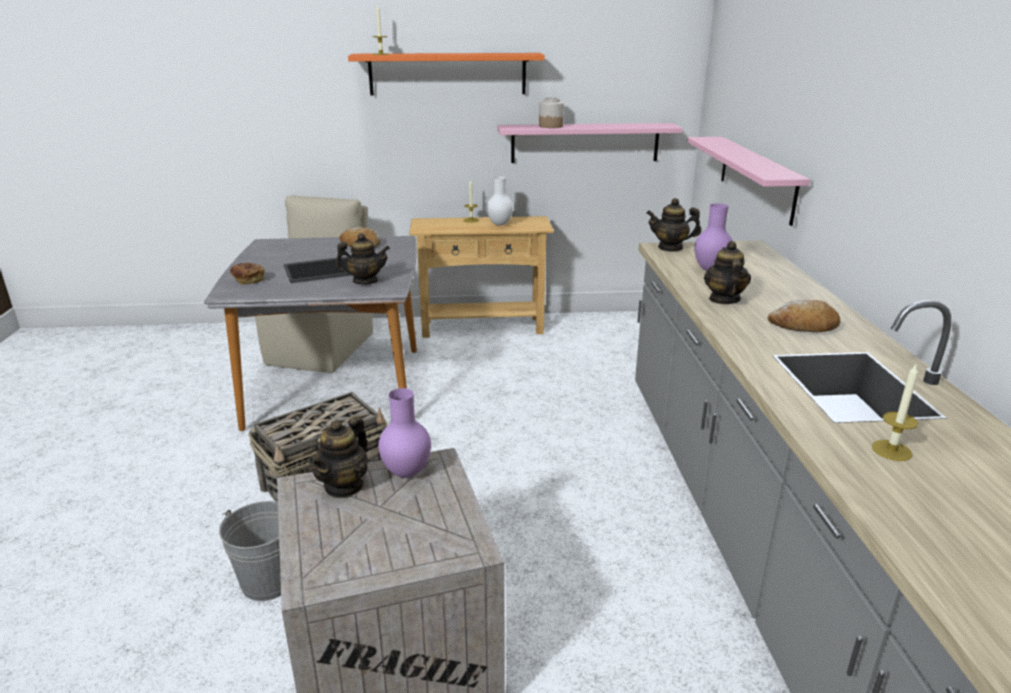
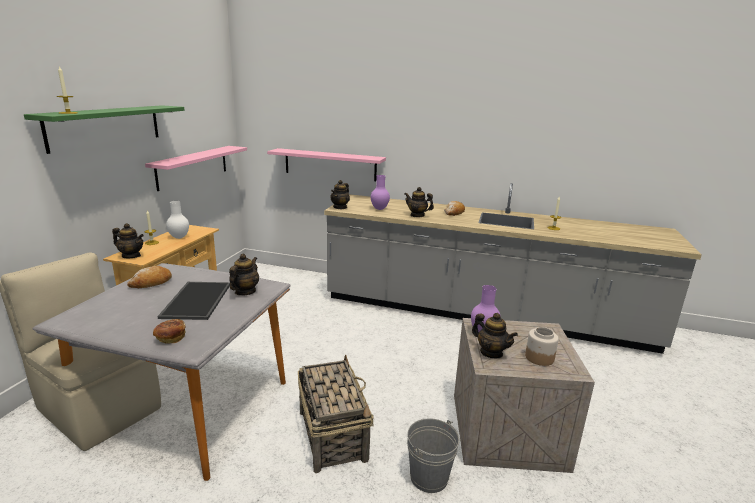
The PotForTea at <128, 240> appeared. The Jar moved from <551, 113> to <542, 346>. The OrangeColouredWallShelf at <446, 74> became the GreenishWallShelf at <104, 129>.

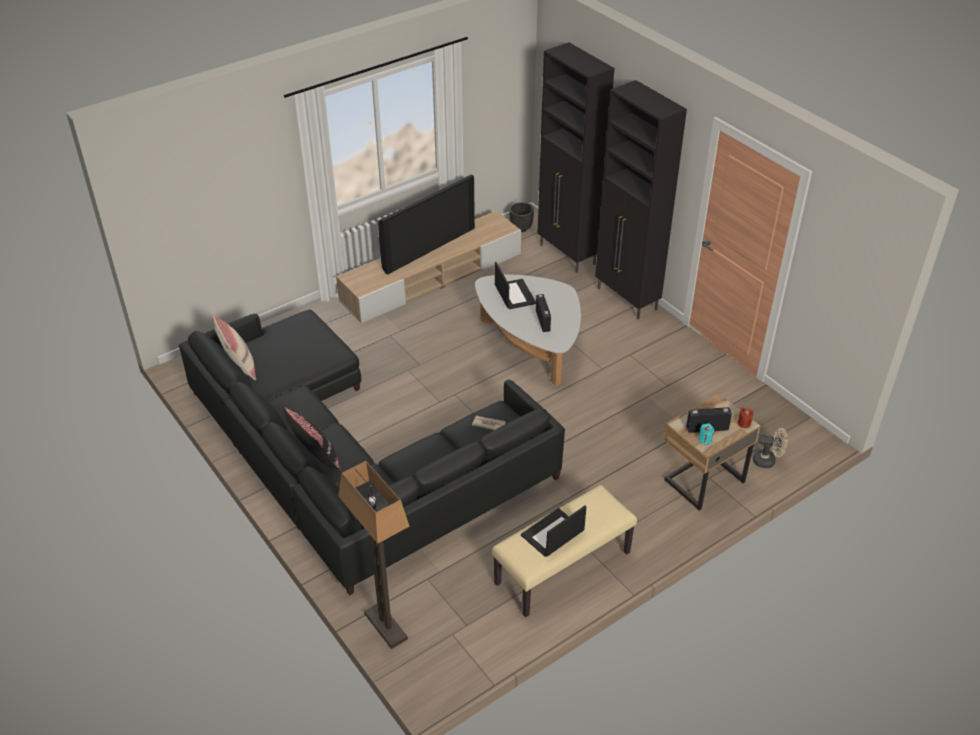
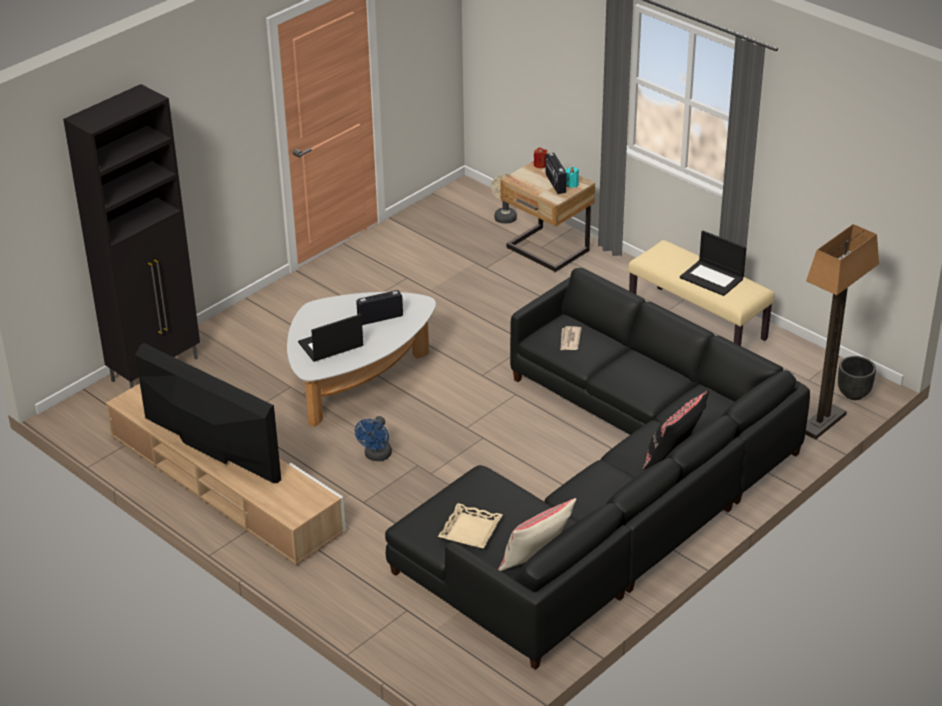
The BlackishStorageCabinet at <641, 199> disappeared. The BlueColouredCoolingFan at <373, 438> appeared. The BeigeCarryingTray at <470, 526> appeared. The BlackishPlantPot moved from <521, 217> to <857, 378>.

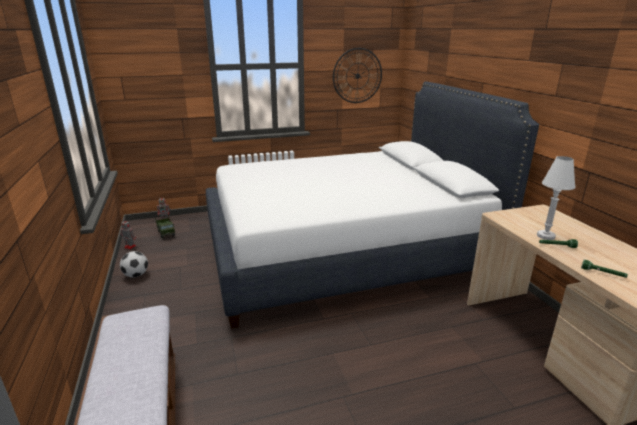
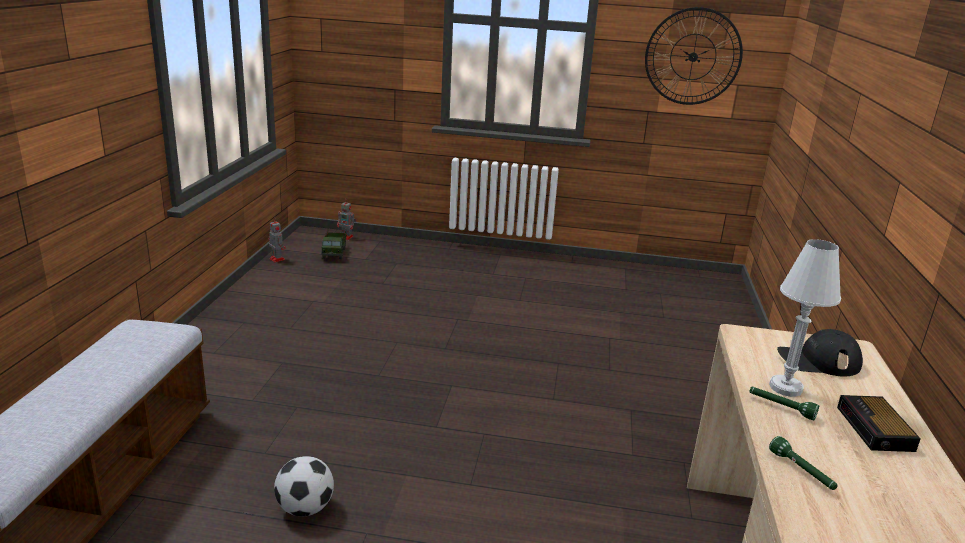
The WhiteColouredSleepingBed at <372, 205> disappeared. The BlackishBaseballCap at <820, 352> appeared. The AlarmClock at <879, 423> appeared. The FootballBall moved from <134, 264> to <304, 486>.

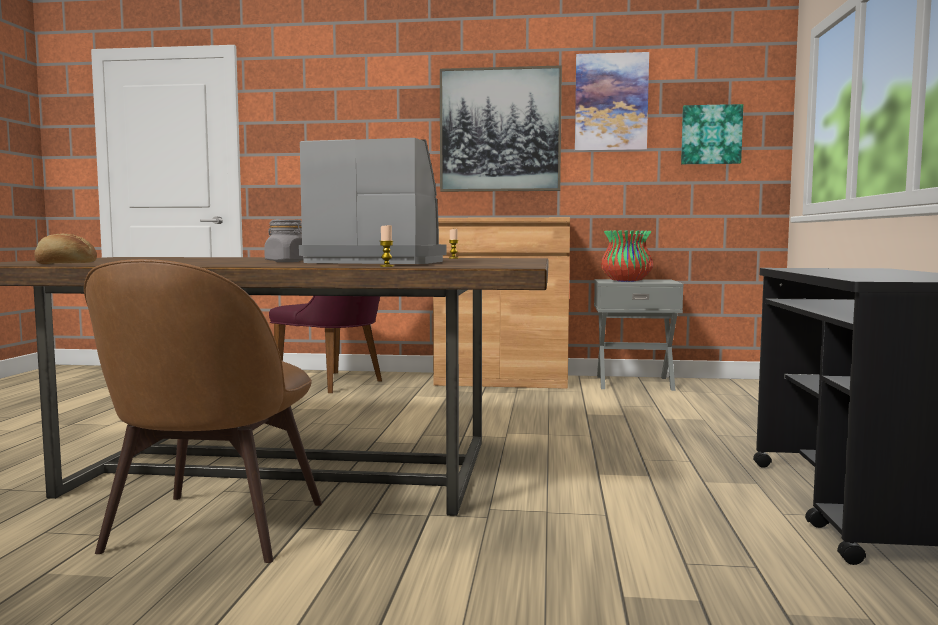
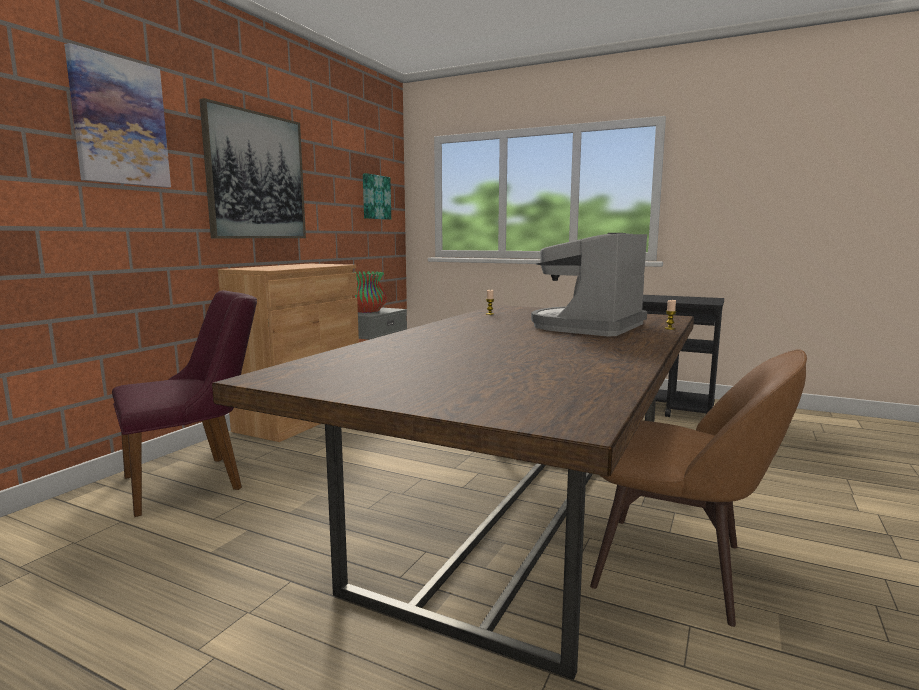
The BakedBread at <65, 249> disappeared. The GrayJar at <283, 241> disappeared. The WallArt moved from <612, 101> to <117, 115>.

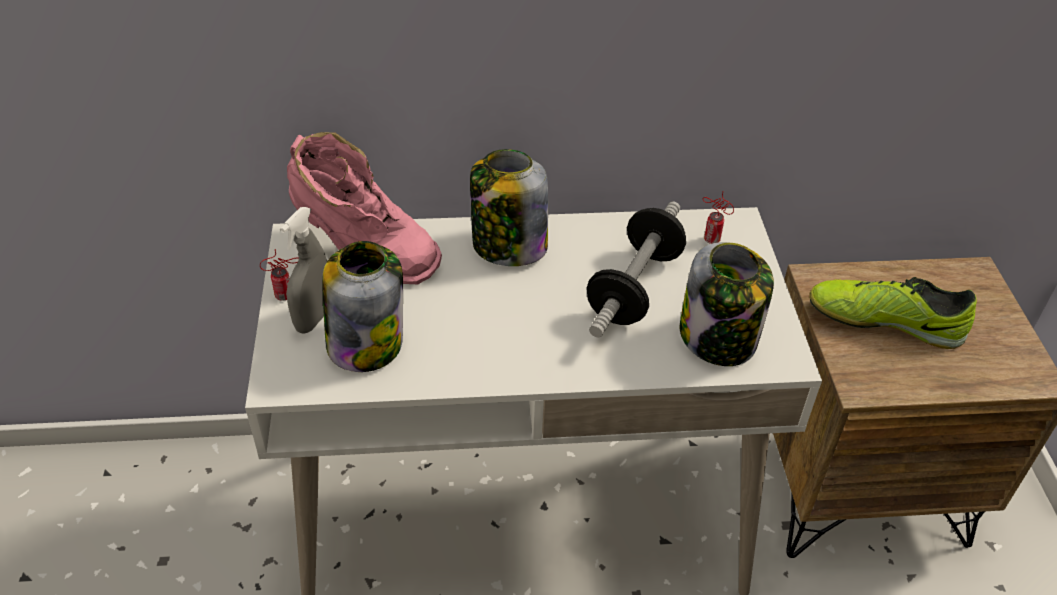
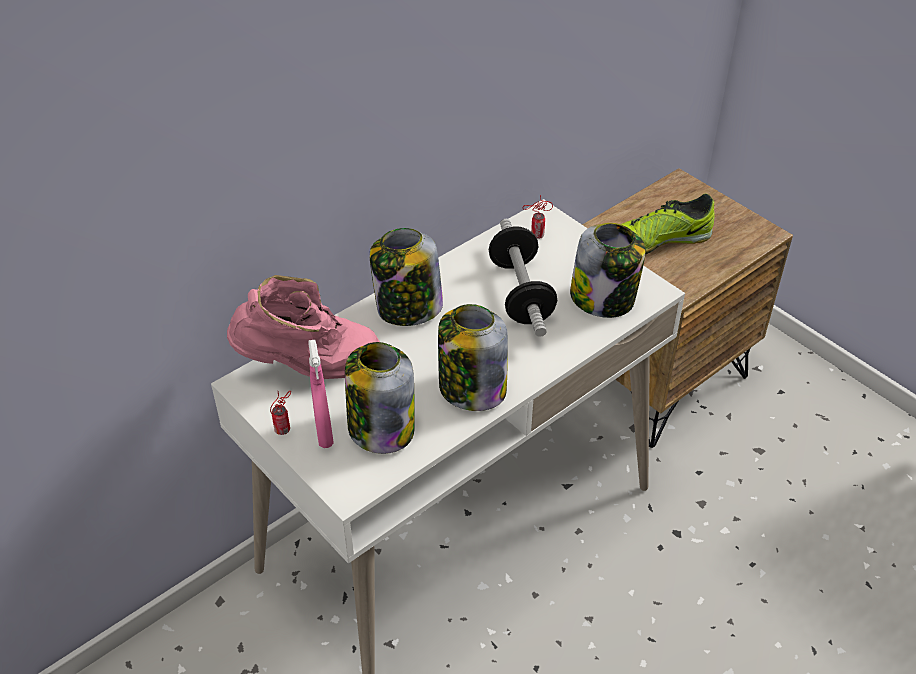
The Jar at <473, 357> appeared. The GraySprayer at <303, 270> became the PinkColouredSprayer at <321, 394>.

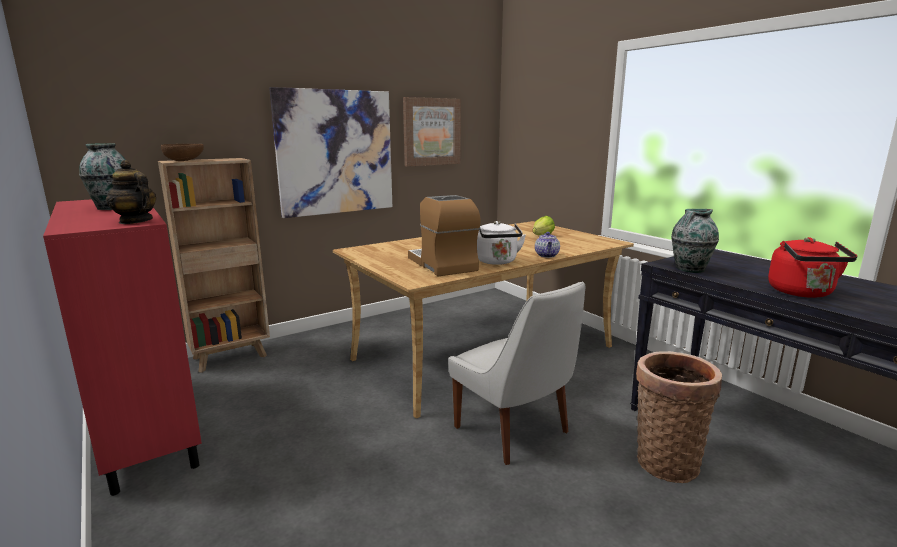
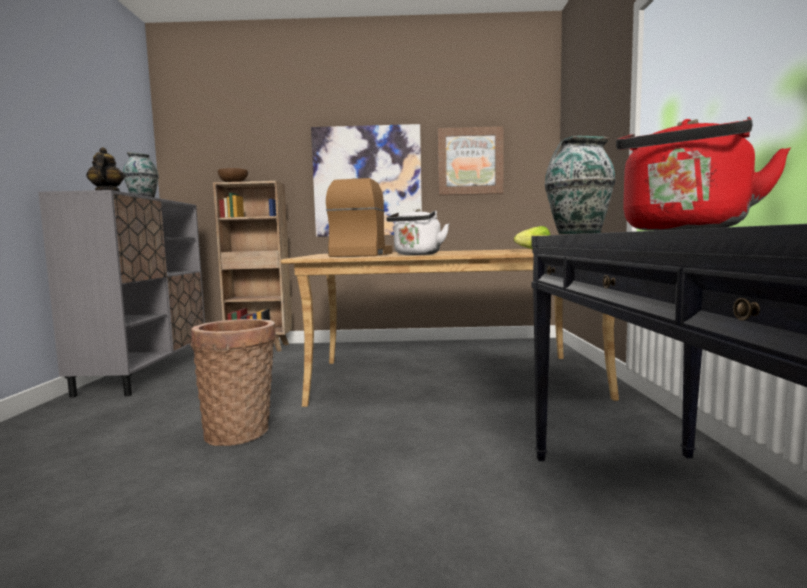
The WhiteColouredUprightChair at <516, 373> disappeared. The PotForTea at <547, 245> disappeared. The Basket moved from <679, 417> to <233, 382>. The RedStorageCabinet at <122, 347> became the GrayStorageCabinet at <121, 294>.

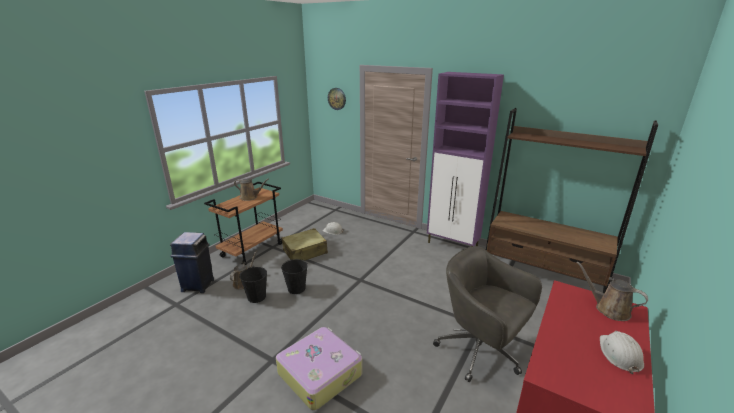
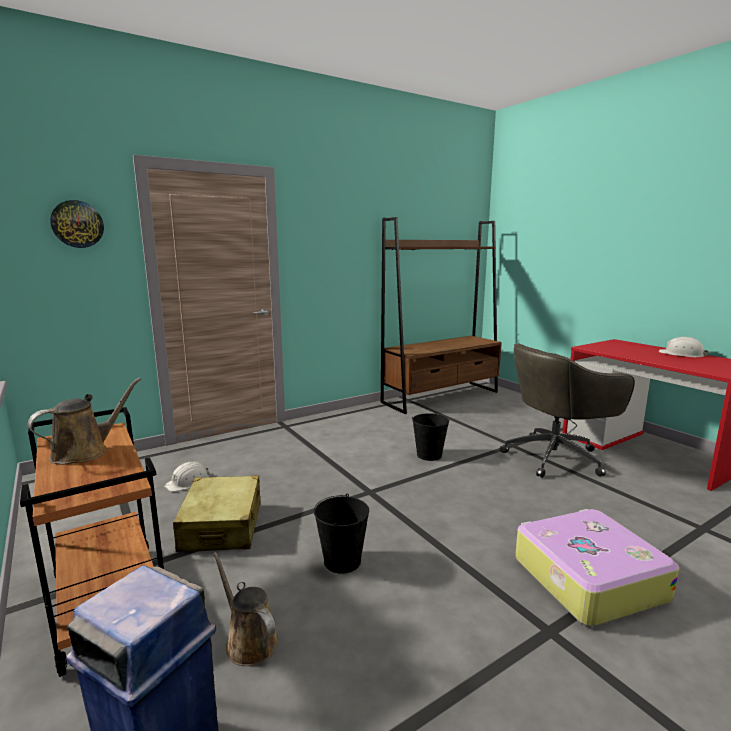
The PurpleColouredStorageCabinet at <465, 159> disappeared. The BrownishWateringCan at <612, 291> disappeared. The BlackishWaterBucket moved from <253, 285> to <431, 437>.

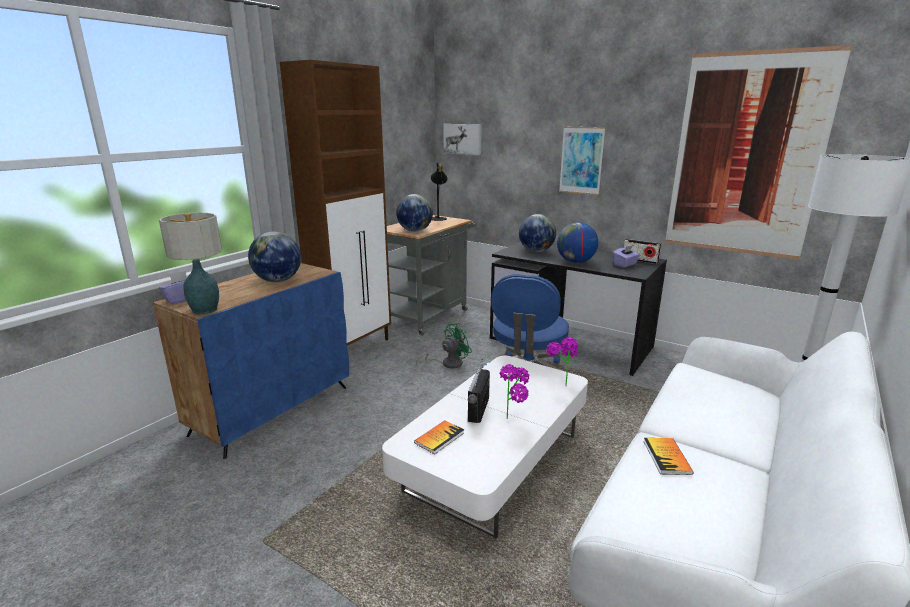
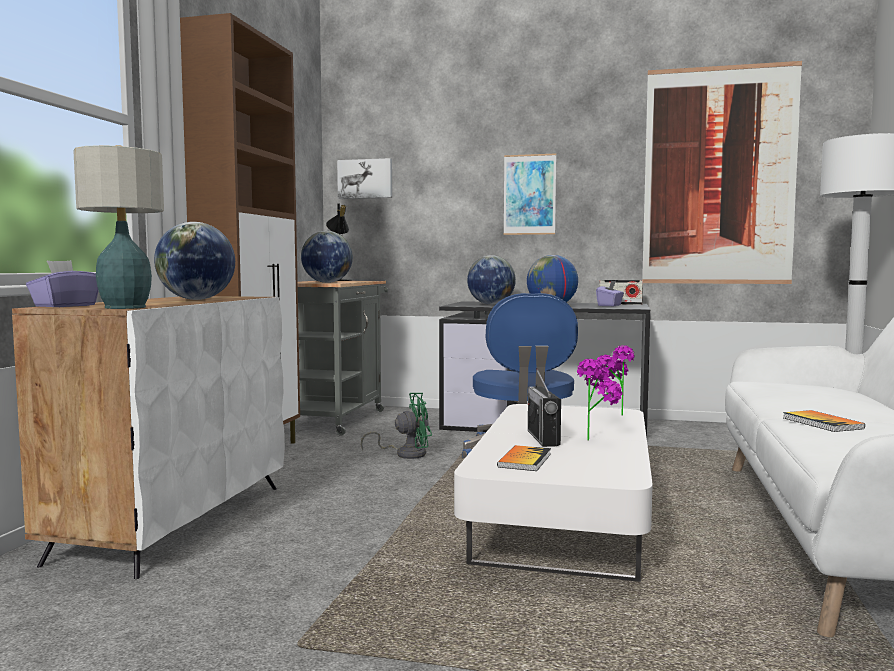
The BlueColouredStorageCabinet at <251, 361> became the WhiteColouredStorageCabinet at <148, 437>. The GreenishCoolingFan at <444, 346> turned 45 degrees clockwise.

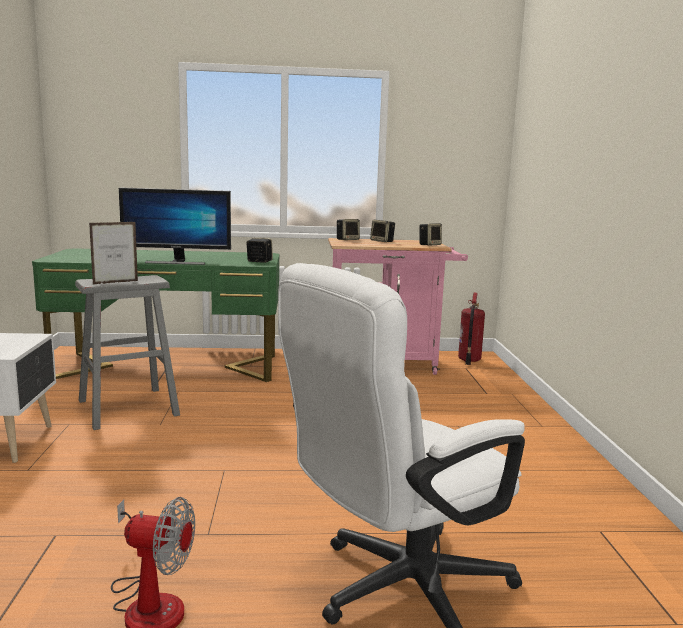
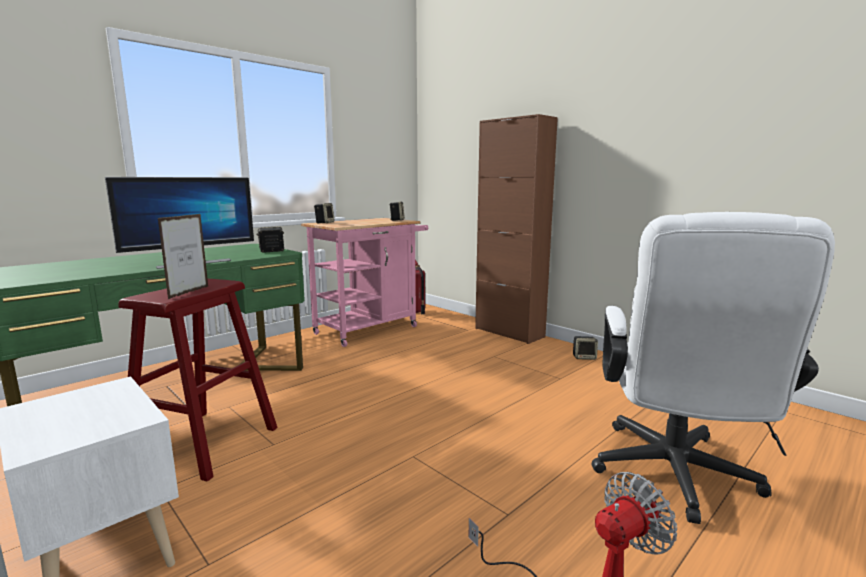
The BrownishStorageCabinet at <516, 229> appeared. The AudioSpeaker moved from <382, 231> to <585, 348>. The GraySittingStool at <127, 352> became the RedSittingStool at <197, 380>.

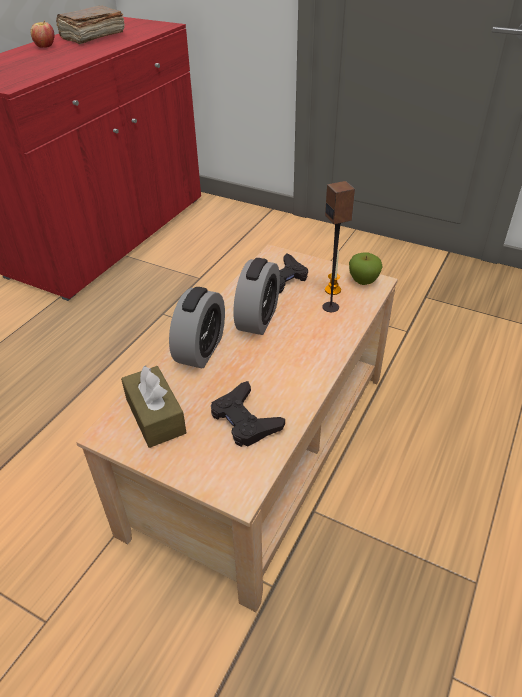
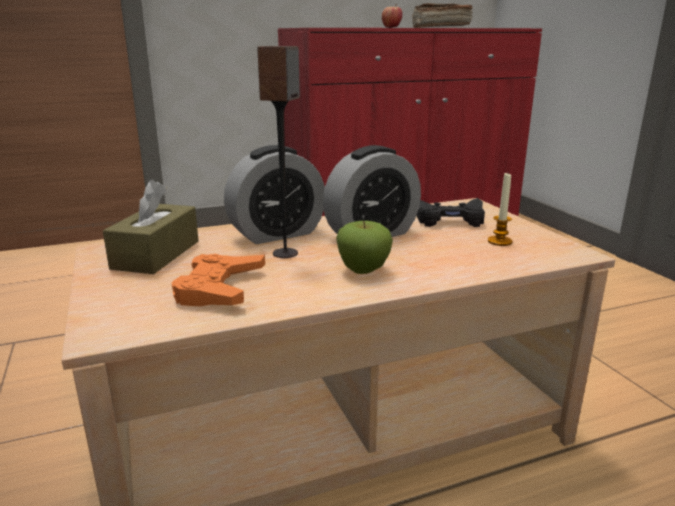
The AudioSpeaker moved from <338, 246> to <278, 152>. The WholeApple moved from <366, 268> to <364, 247>. The BlackishGamepad at <248, 414> became the OrangeColouredGamepad at <218, 280>.

